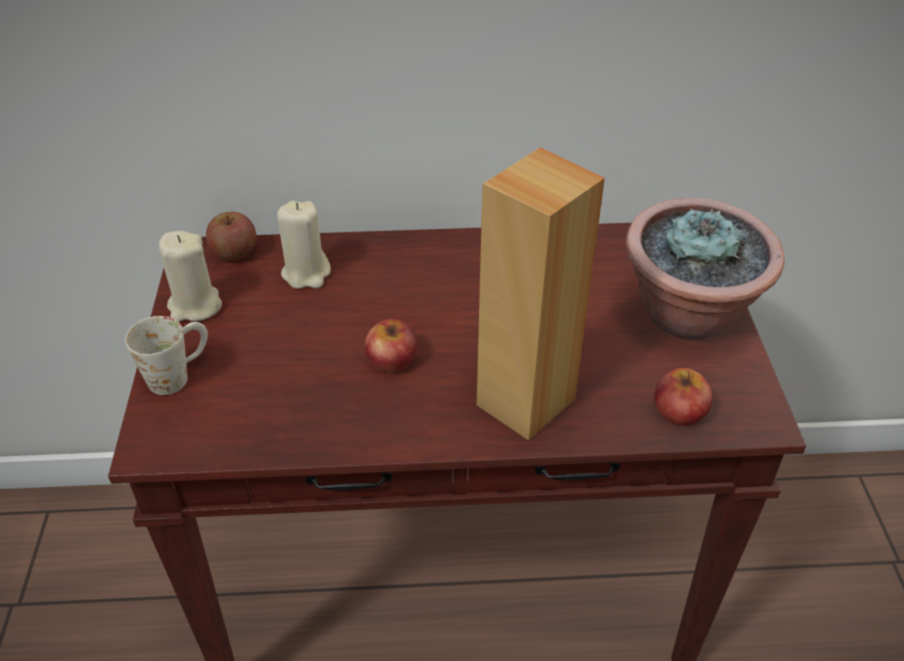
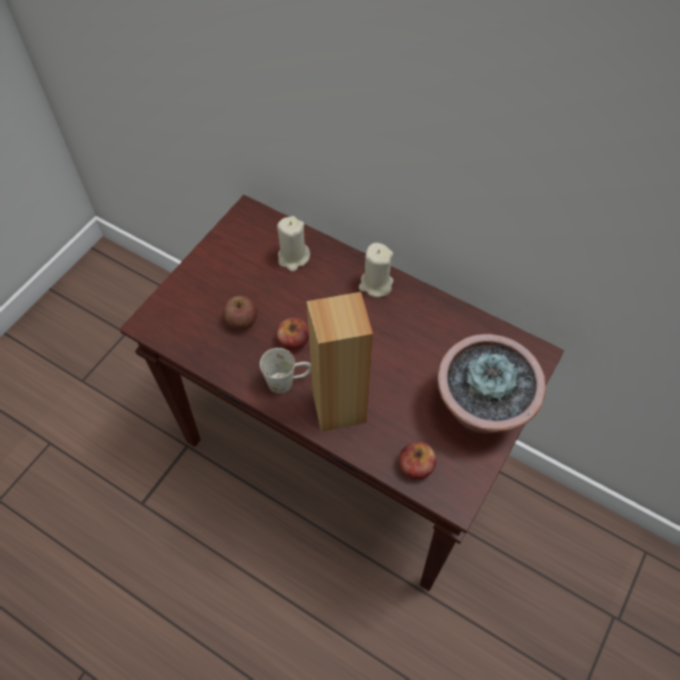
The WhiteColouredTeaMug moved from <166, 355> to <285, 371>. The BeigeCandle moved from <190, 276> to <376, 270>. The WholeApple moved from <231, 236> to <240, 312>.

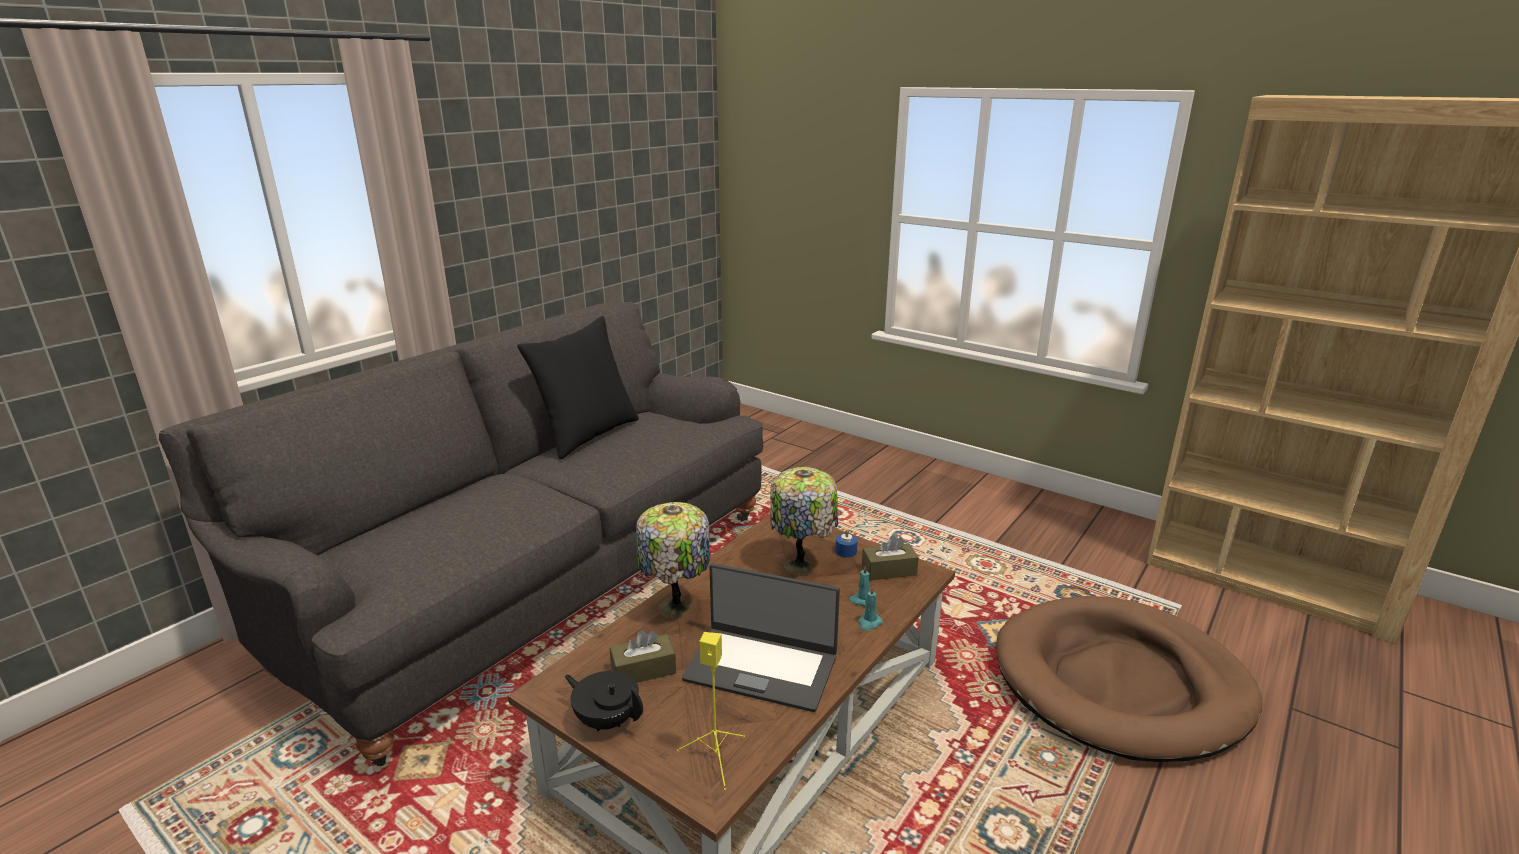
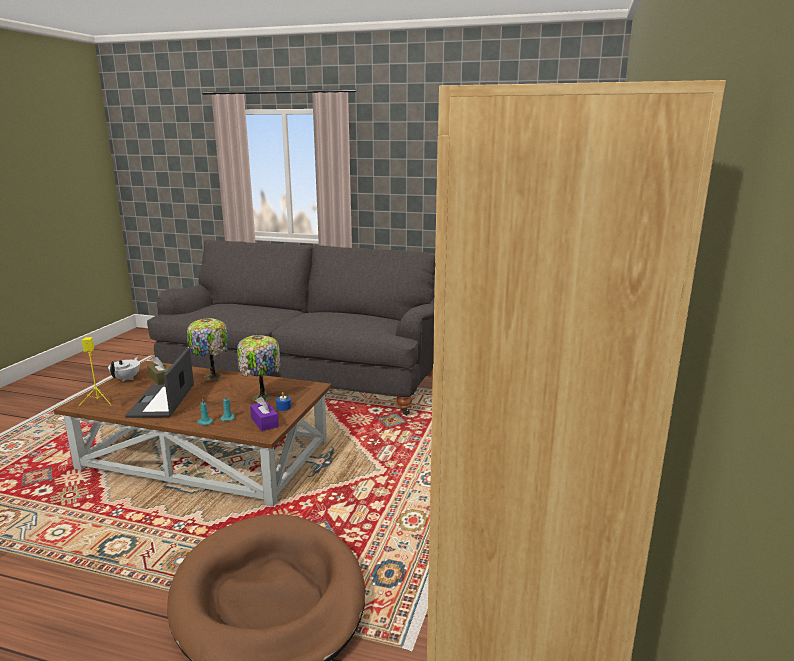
The BlackishPillow at <578, 387> disappeared. The BlackishPotForTea at <604, 701> became the WhiteColouredPotForTea at <124, 369>. The BrownishTissueHolder at <890, 557> became the PurpleColouredTissueHolder at <264, 414>.

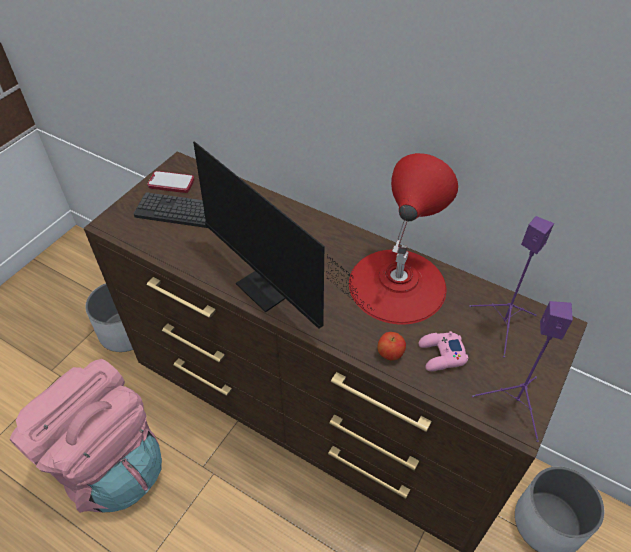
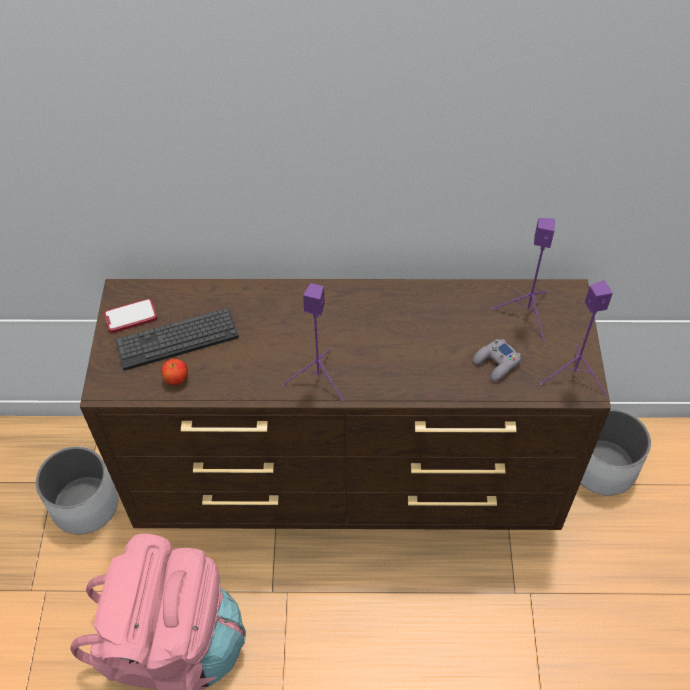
The RedTabletopLamp at <403, 238> disappeared. The WholeApple moved from <392, 346> to <175, 372>. The Monitor at <283, 235> was replaced by the PurpleColouredAudioSpeaker at <313, 342>. The PinkColouredGamepad at <443, 351> became the GrayGamepad at <497, 360>.

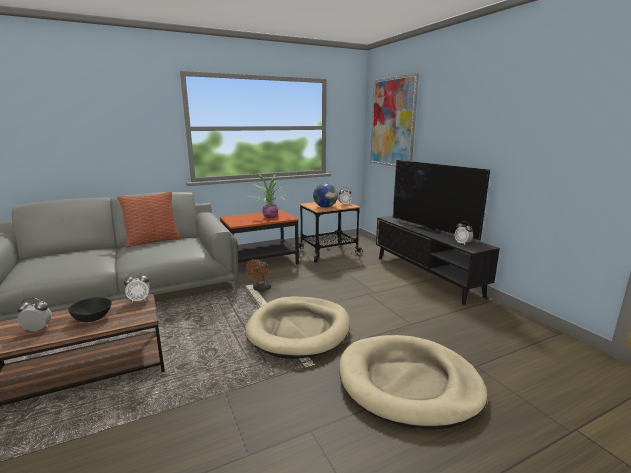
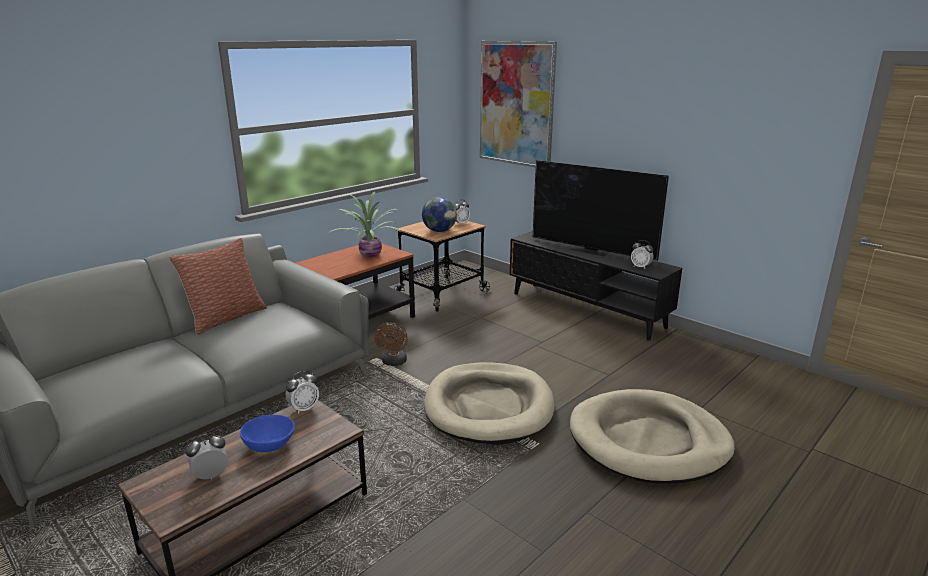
The BlackishDeepDish at <90, 309> became the BlueColouredDeepDish at <267, 434>.

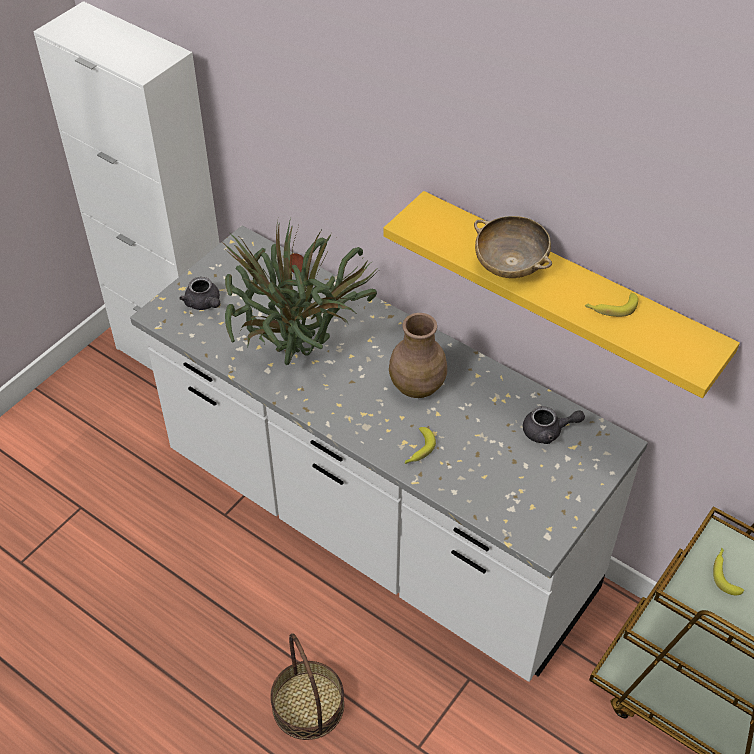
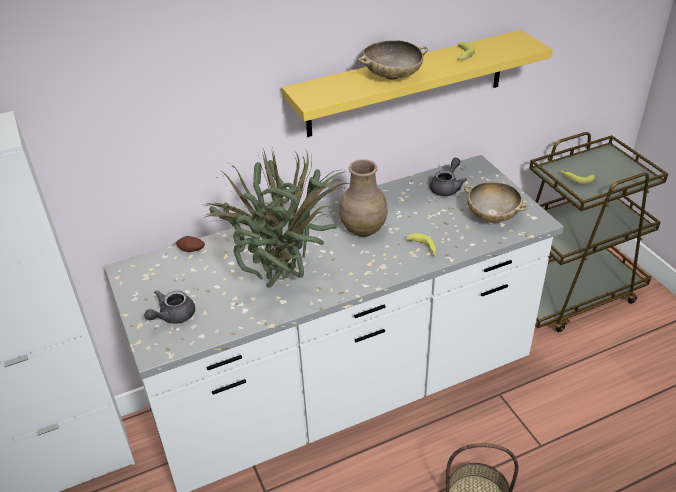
The BeigeDeepDish at <496, 202> appeared. The GrayPotForTea at <200, 293> turned 135 degrees clockwise.

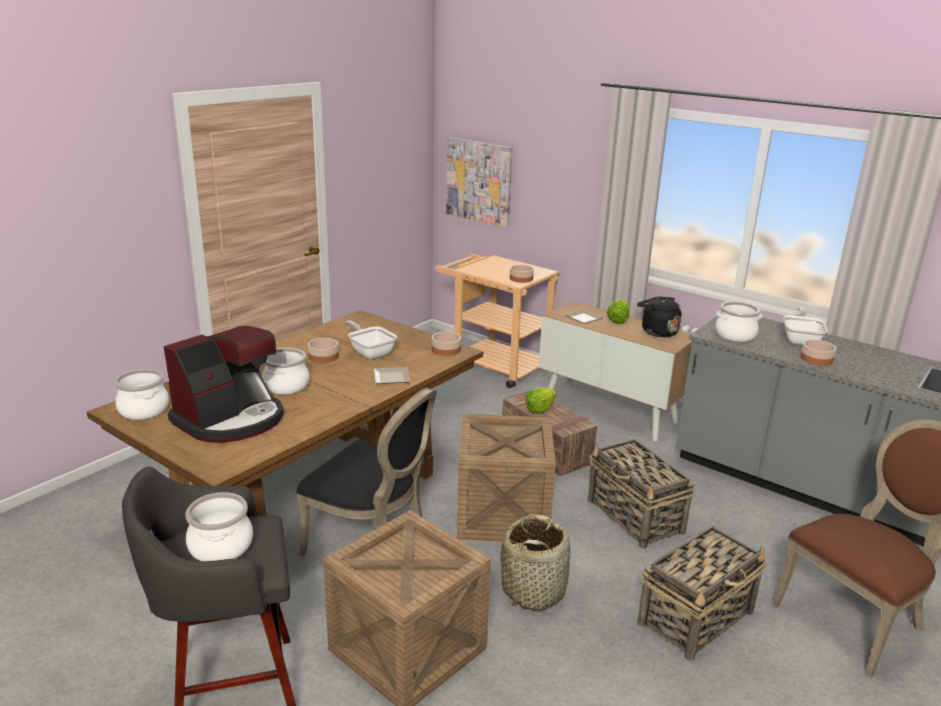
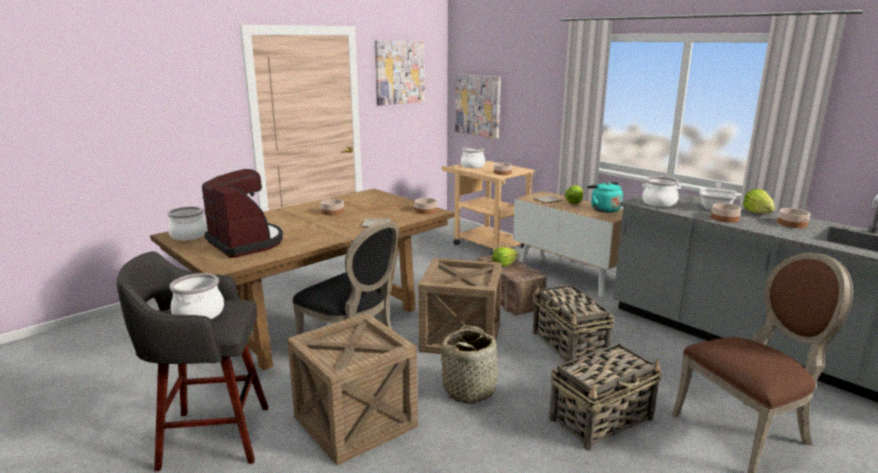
The Skillet at <370, 340> disappeared. The WallArt at <400, 73> appeared. The Lettuce at <759, 201> appeared. The DeepDish at <793, 218> appeared. The CookingPot moved from <285, 371> to <473, 157>. The BlackishWaterKettle at <659, 316> became the BlueGreenWaterKettle at <605, 197>. The CoffeeMachine at <224, 384> turned 90 degrees counterclockwise.

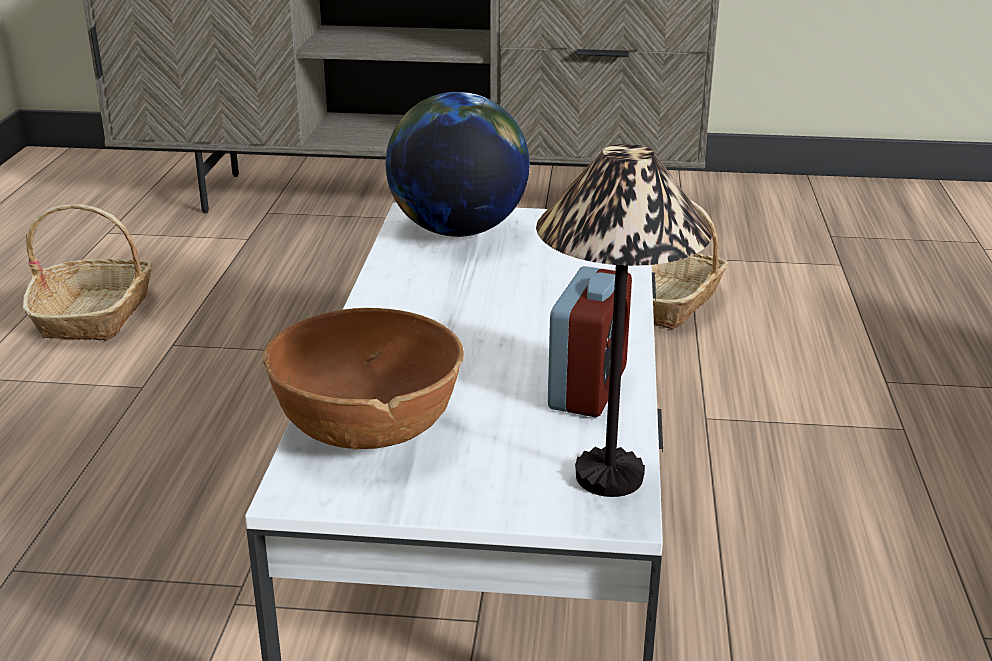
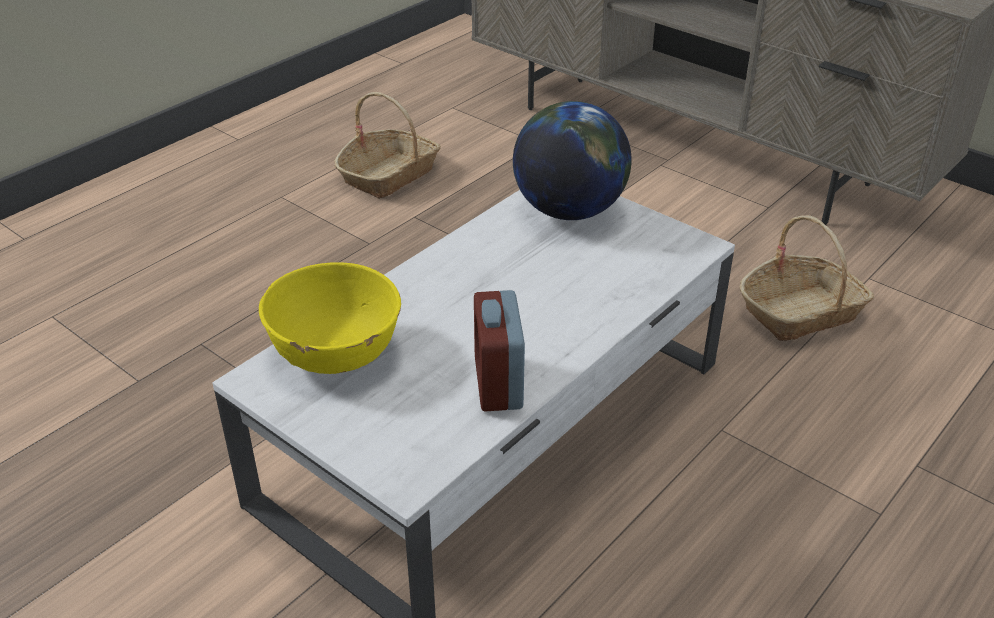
The TabletopLamp at <624, 320> disappeared. The BrownishDeepDish at <363, 379> became the YellowColouredDeepDish at <330, 318>. The AlarmClock at <590, 341> turned 120 degrees clockwise.

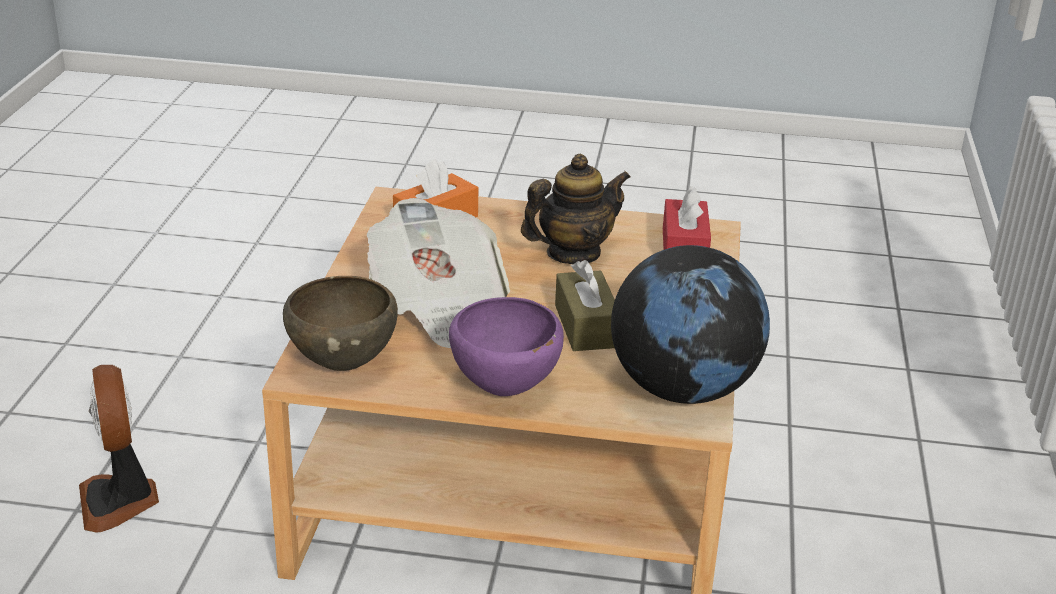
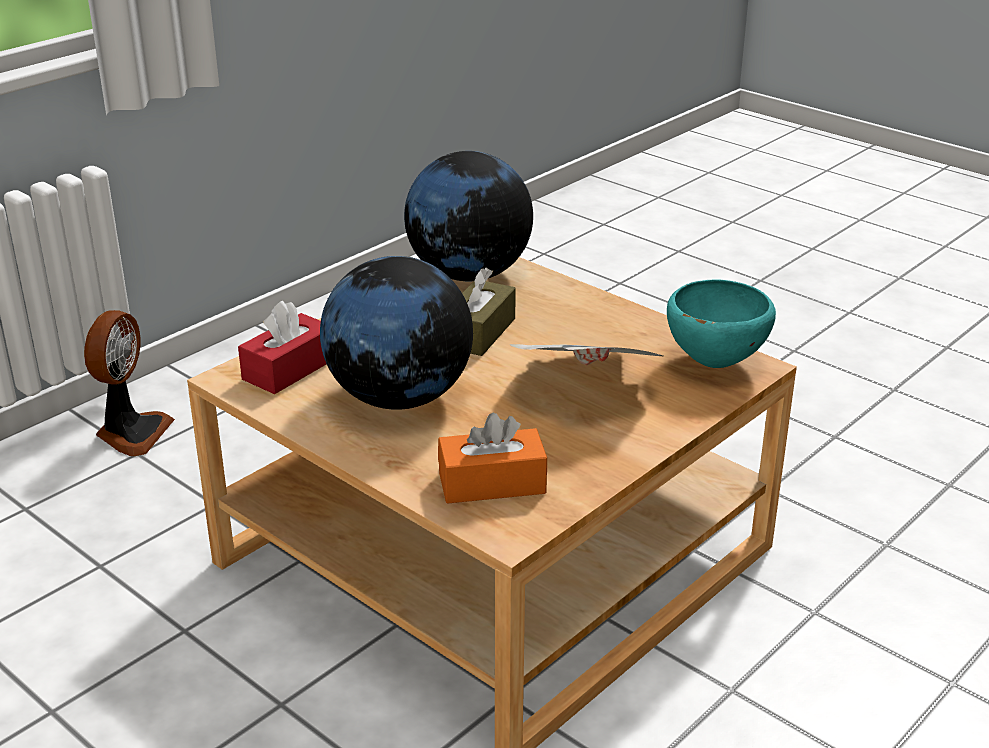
The PurpleColouredDeepDish at <506, 346> disappeared. The CoolingFan moved from <119, 449> to <129, 383>. The PotForTea at <575, 208> was replaced by the WorldGlobe at <396, 333>. The BrownishDeepDish at <340, 323> became the BlueGreenDeepDish at <721, 323>.

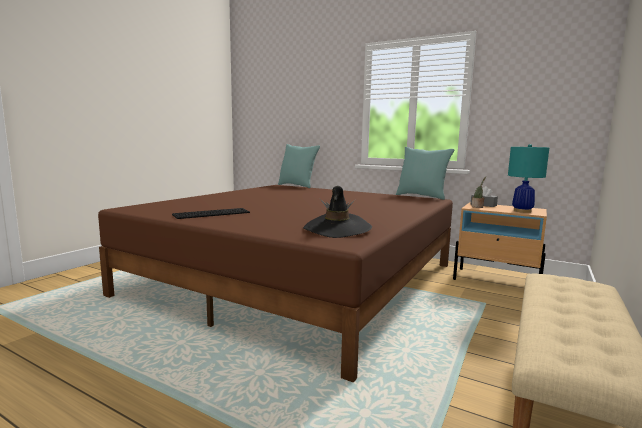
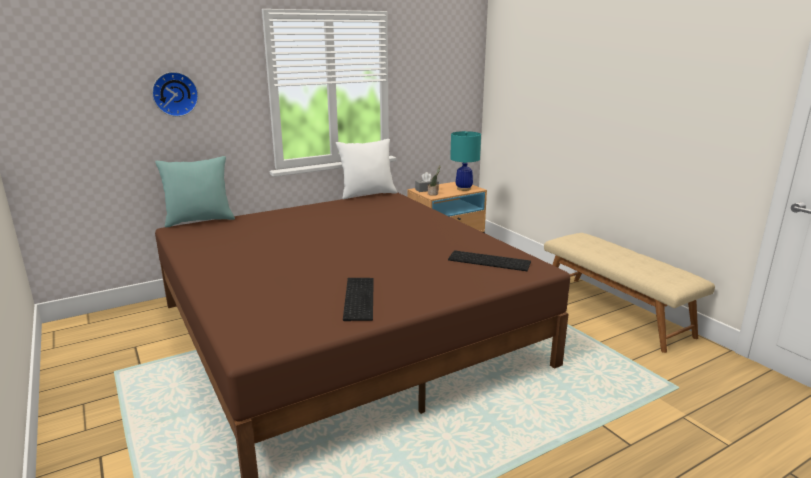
The HangingClock at <175, 94> appeared. The BlackishClothingHat at <337, 212> was replaced by the PcKeyboard at <489, 260>. The BlueGreenPillow at <425, 173> became the WhiteColouredPillow at <366, 169>.

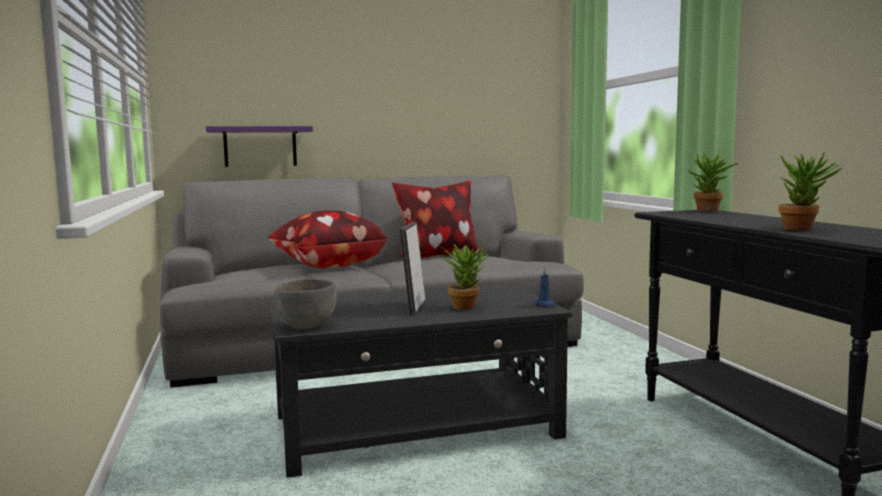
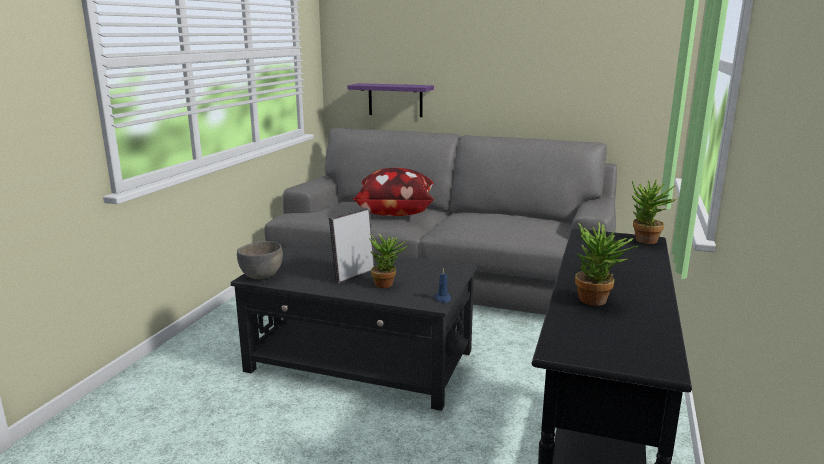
The Pillow at <437, 219> disappeared.

